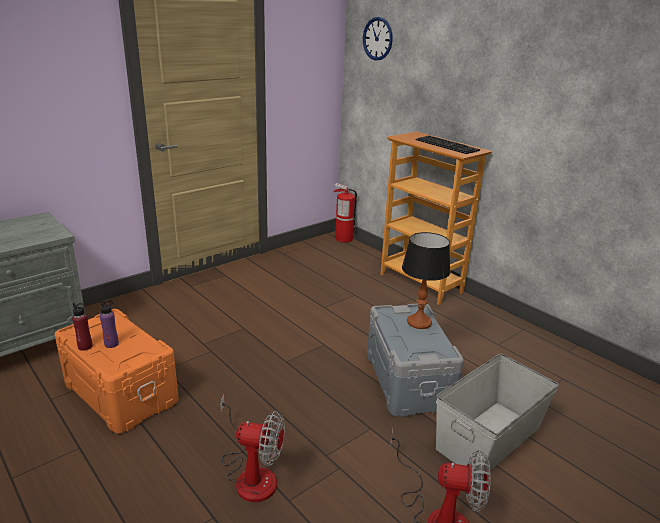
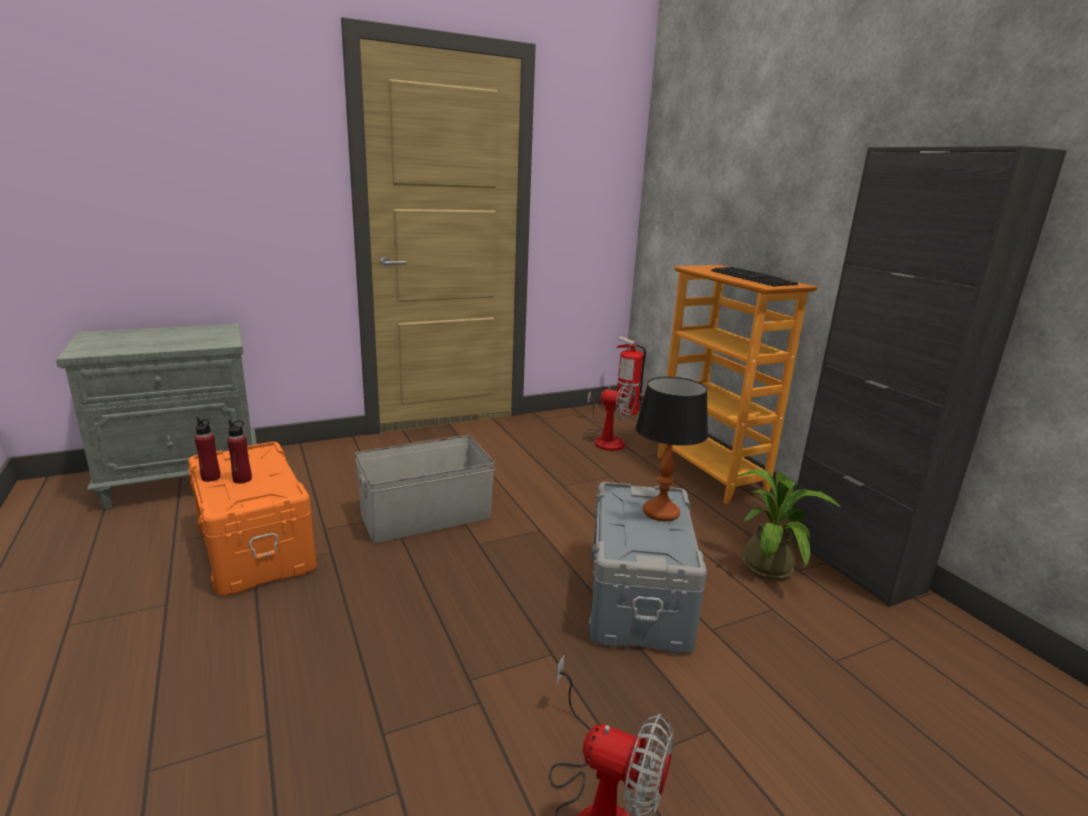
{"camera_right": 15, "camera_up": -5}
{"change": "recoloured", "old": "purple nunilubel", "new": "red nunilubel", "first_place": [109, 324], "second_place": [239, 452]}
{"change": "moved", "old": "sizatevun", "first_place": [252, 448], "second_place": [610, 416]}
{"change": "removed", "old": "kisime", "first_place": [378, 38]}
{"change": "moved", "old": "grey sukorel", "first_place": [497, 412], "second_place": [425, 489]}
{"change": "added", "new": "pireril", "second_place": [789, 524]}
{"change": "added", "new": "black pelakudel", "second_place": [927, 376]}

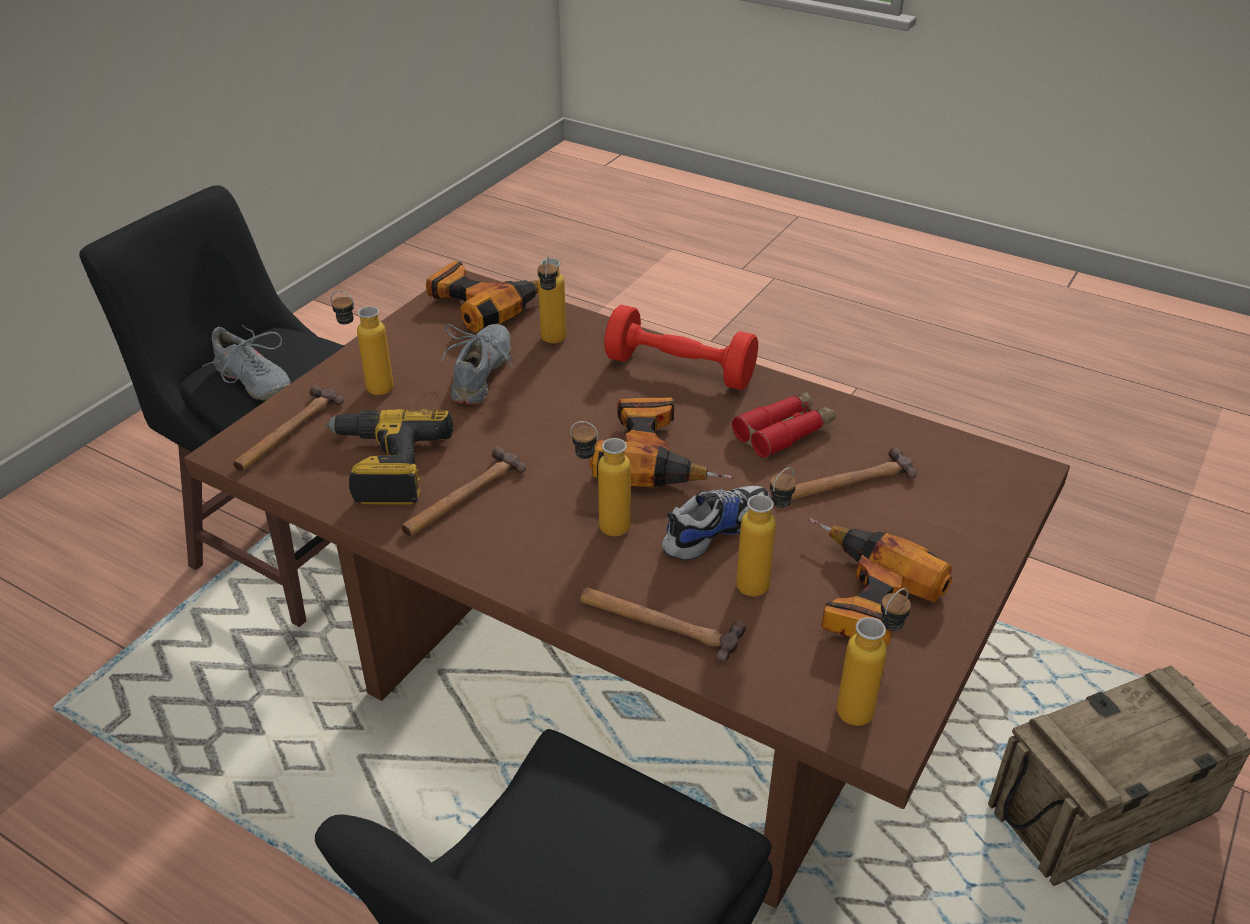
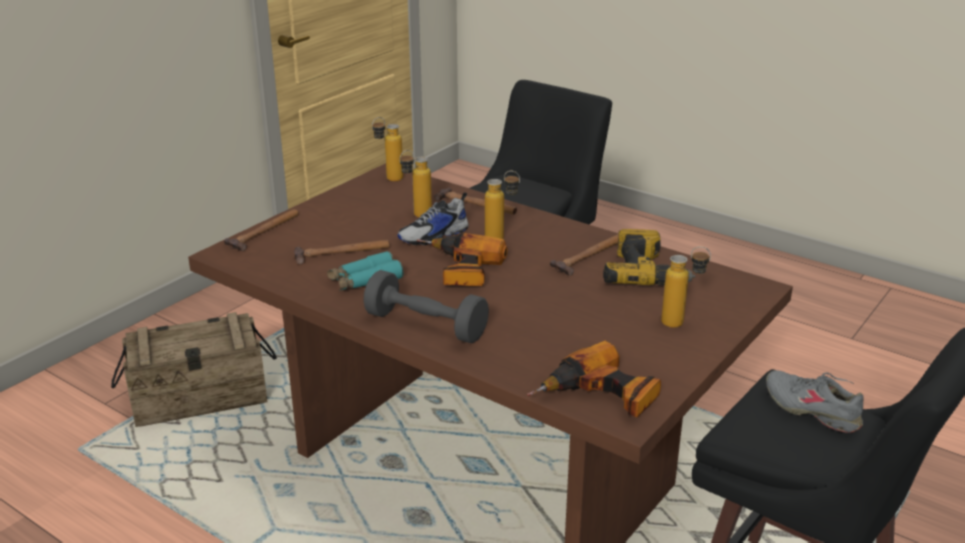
{"camera_right": -175, "camera_up": -10}
{"change": "moved", "old": "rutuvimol", "first_place": [288, 428], "second_place": [261, 230]}
{"change": "removed", "old": "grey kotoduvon", "first_place": [476, 364]}
{"change": "removed", "old": "nunilubel", "first_place": [552, 299]}
{"change": "recoloured", "old": "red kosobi", "new": "grey kosobi", "first_place": [681, 347], "second_place": [426, 306]}
{"change": "recoloured", "old": "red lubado", "new": "turquoise lubado", "first_place": [784, 425], "second_place": [365, 270]}
{"change": "removed", "old": "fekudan", "first_place": [880, 582]}

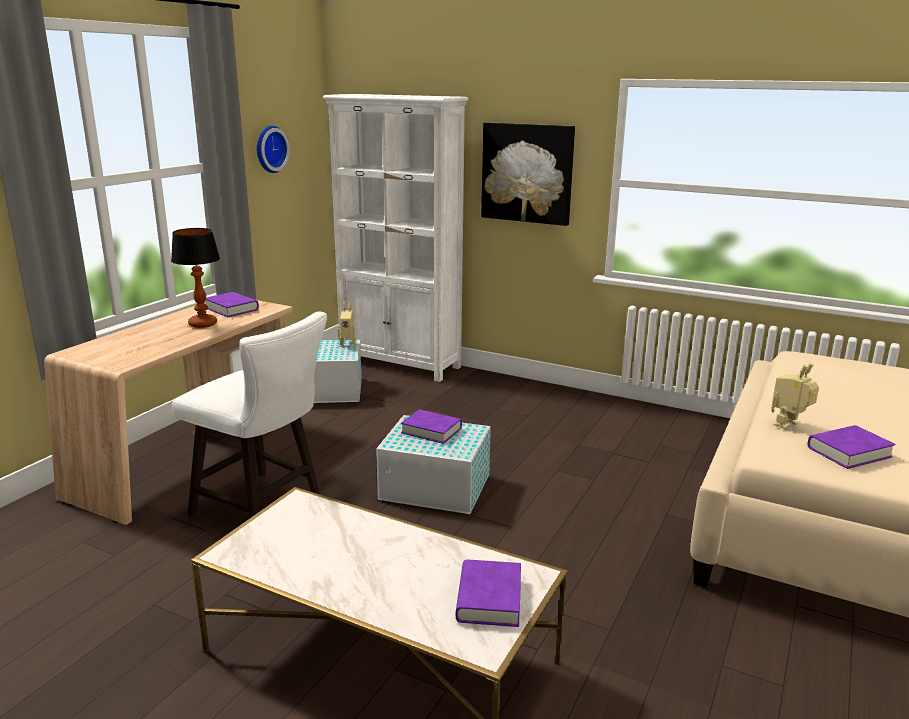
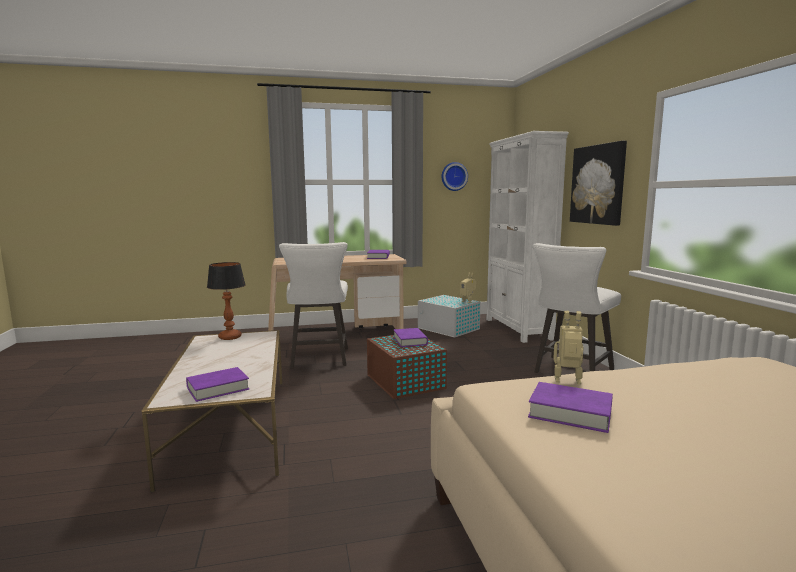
{"camera_right": 50, "camera_up": -10}
{"change": "moved", "old": "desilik", "first_place": [195, 278], "second_place": [226, 301]}
{"change": "recoloured", "old": "white sukorel", "new": "brown sukorel", "first_place": [433, 464], "second_place": [407, 367]}
{"change": "added", "new": "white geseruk", "second_place": [577, 308]}

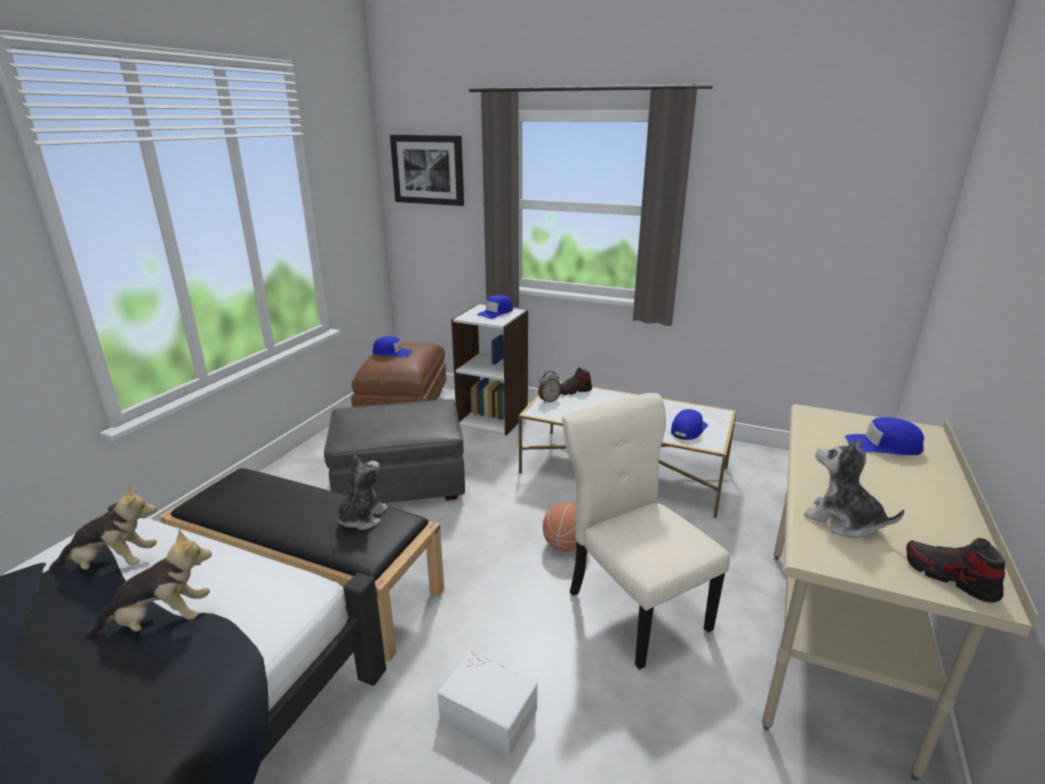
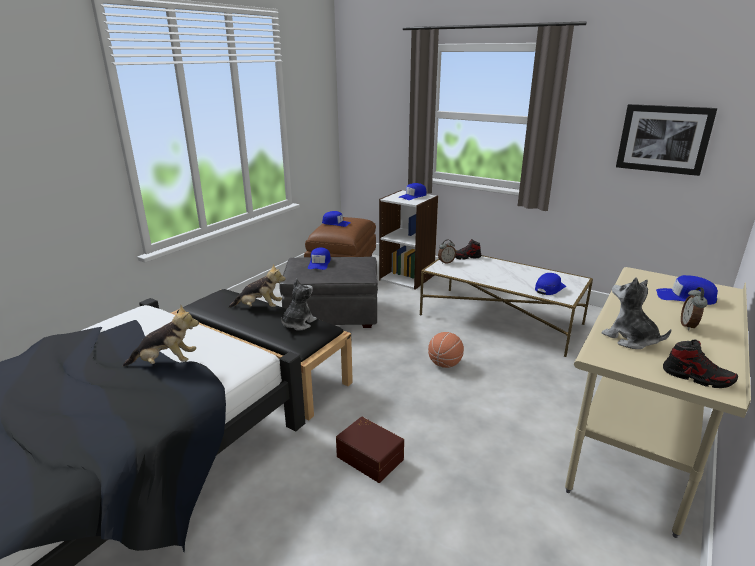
{"camera_right": 10, "camera_up": 0}
{"change": "moved", "old": "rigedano", "first_place": [103, 527], "second_place": [257, 286]}
{"change": "moved", "old": "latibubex", "first_place": [427, 170], "second_place": [667, 140]}
{"change": "recoloured", "old": "white sukorel", "new": "brown sukorel", "first_place": [487, 704], "second_place": [370, 449]}
{"change": "removed", "old": "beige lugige", "first_place": [646, 531]}
{"change": "turned", "old": "kotoduvon", "first_place": [955, 570], "second_place": [700, 364], "degrees": 150}
{"change": "added", "new": "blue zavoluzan", "second_place": [319, 259]}
{"change": "added", "new": "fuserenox", "second_place": [694, 308]}

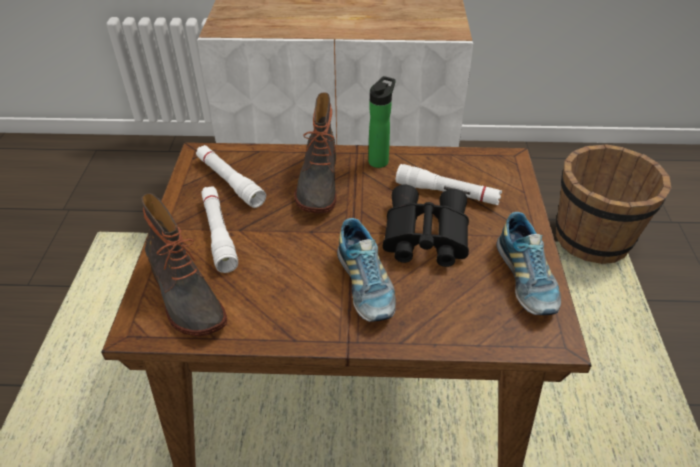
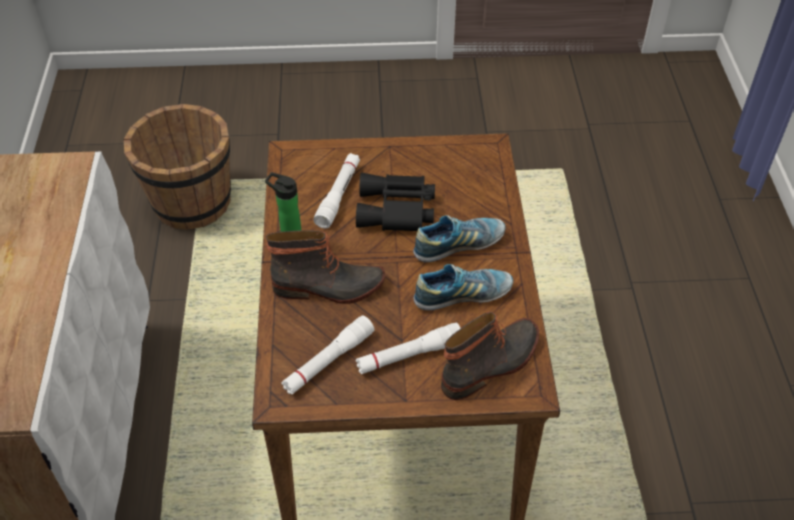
{"camera_right": -95, "camera_up": 5}
{"change": "moved", "old": "kotoduvon", "first_place": [529, 263], "second_place": [463, 287]}

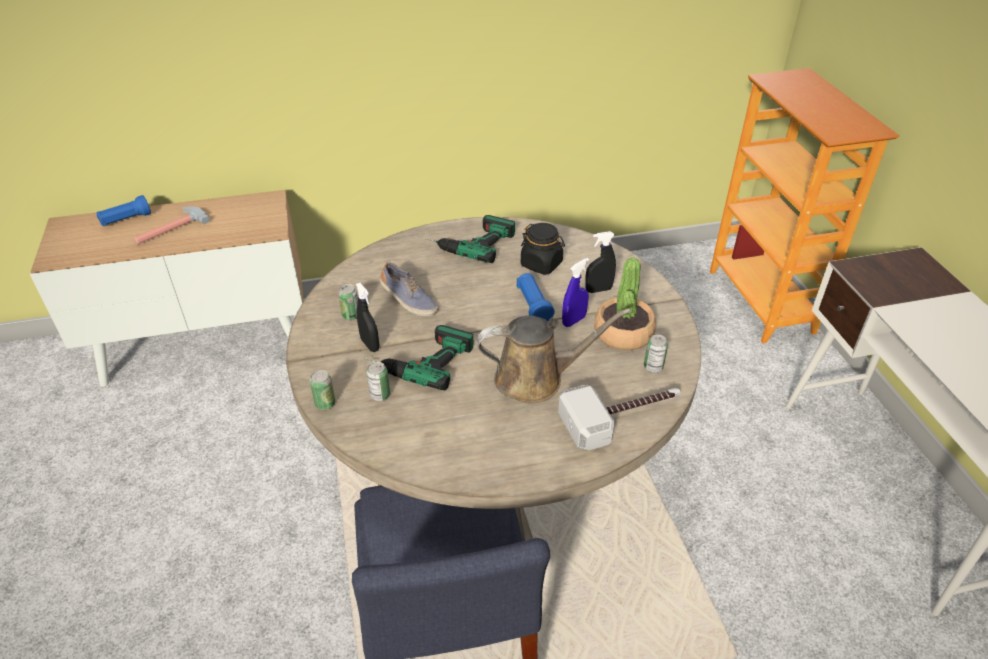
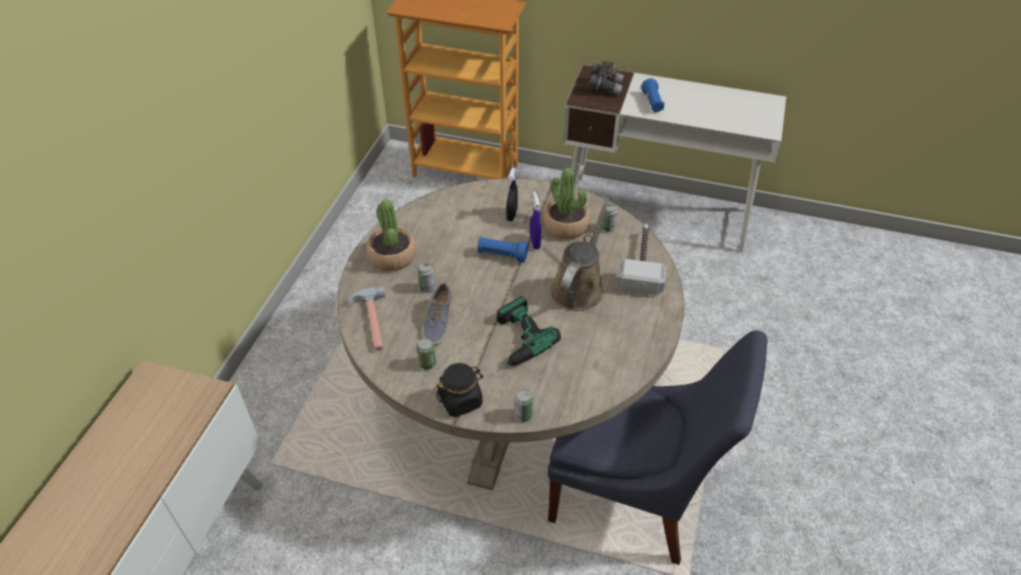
{"camera_right": -60, "camera_up": 5}
{"change": "moved", "old": "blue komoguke", "first_place": [124, 210], "second_place": [653, 95]}
{"change": "moved", "old": "rutuvimol", "first_place": [172, 225], "second_place": [366, 319]}
{"change": "removed", "old": "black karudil", "first_place": [367, 317]}
{"change": "moved", "old": "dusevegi", "first_place": [378, 381], "second_place": [426, 277]}
{"change": "turned", "old": "kotoduvon", "first_place": [409, 289], "second_place": [437, 314], "degrees": 120}
{"change": "replaced", "old": "fekudan", "new": "pireril", "first_place": [470, 239], "second_place": [392, 235]}
{"change": "moved", "old": "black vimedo", "first_place": [543, 249], "second_place": [460, 390]}
{"change": "added", "new": "grey lubado", "second_place": [606, 78]}

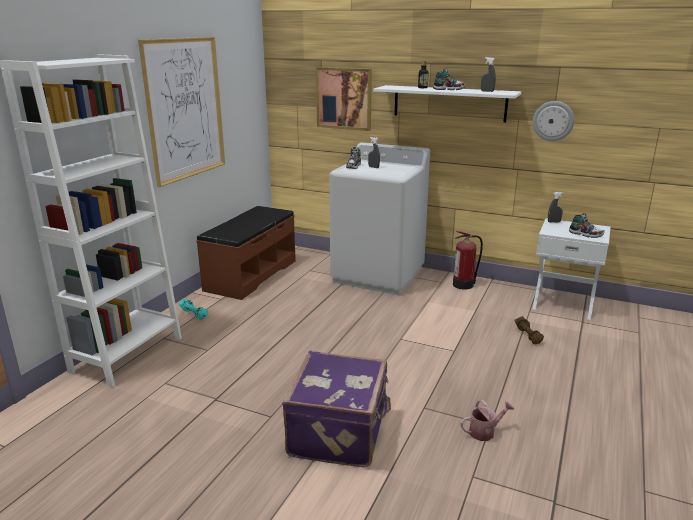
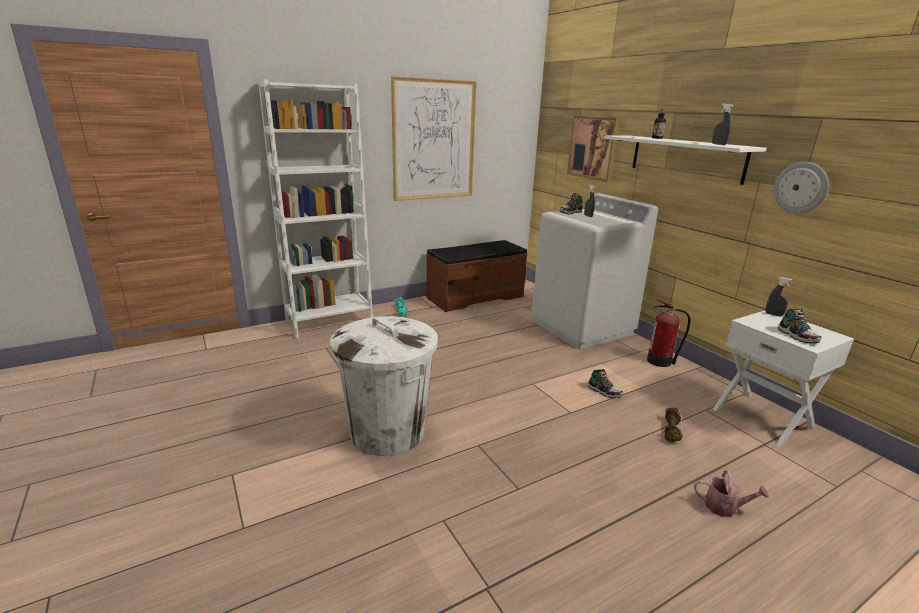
{"camera_right": 35, "camera_up": 0}
{"change": "replaced", "old": "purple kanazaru", "new": "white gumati", "first_place": [336, 409], "second_place": [384, 386]}
{"change": "moved", "old": "kotoduvon", "first_place": [449, 79], "second_place": [605, 383]}
{"change": "moved", "old": "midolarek", "first_place": [487, 420], "second_place": [731, 493]}

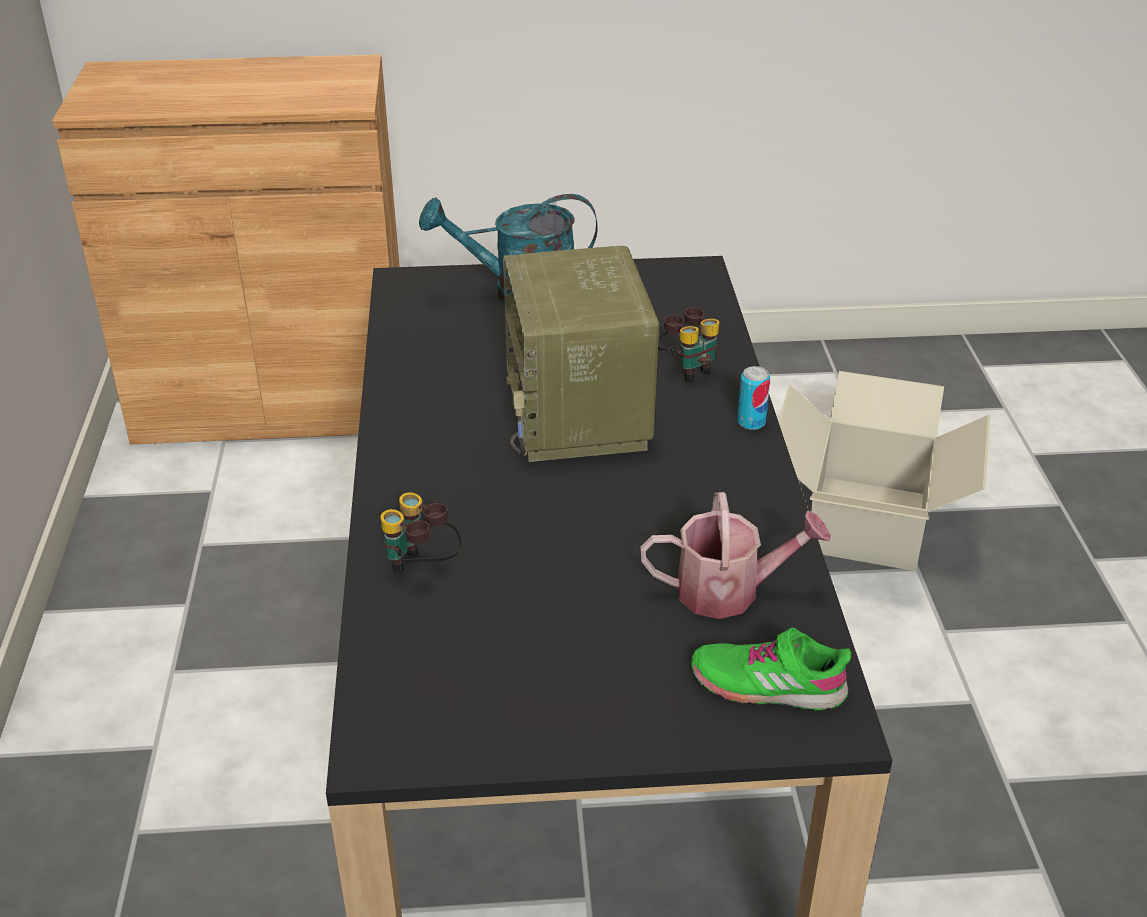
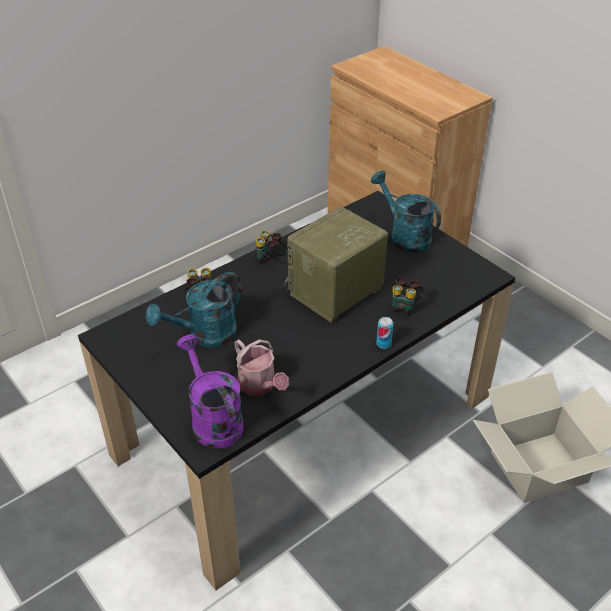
{"camera_right": 55, "camera_up": 5}
{"change": "replaced", "old": "green kotoduvon", "new": "purple midolarek", "first_place": [771, 669], "second_place": [210, 391]}
{"change": "added", "new": "turquoise midolarek", "second_place": [194, 309]}
{"change": "added", "new": "lubado", "second_place": [271, 247]}

